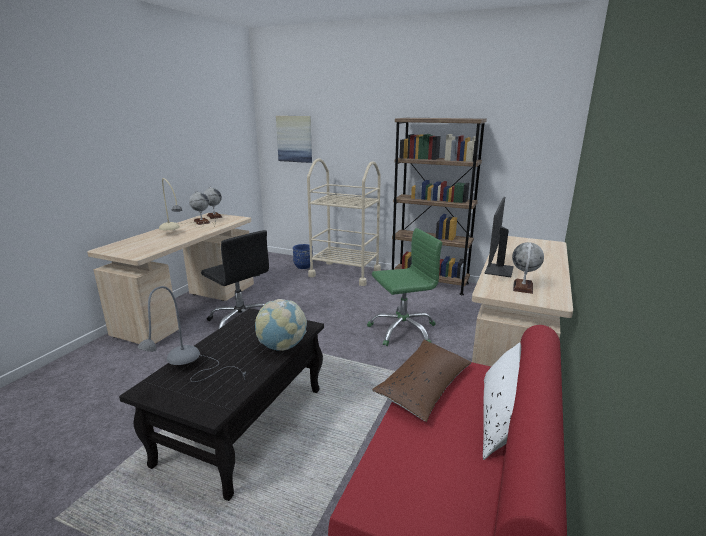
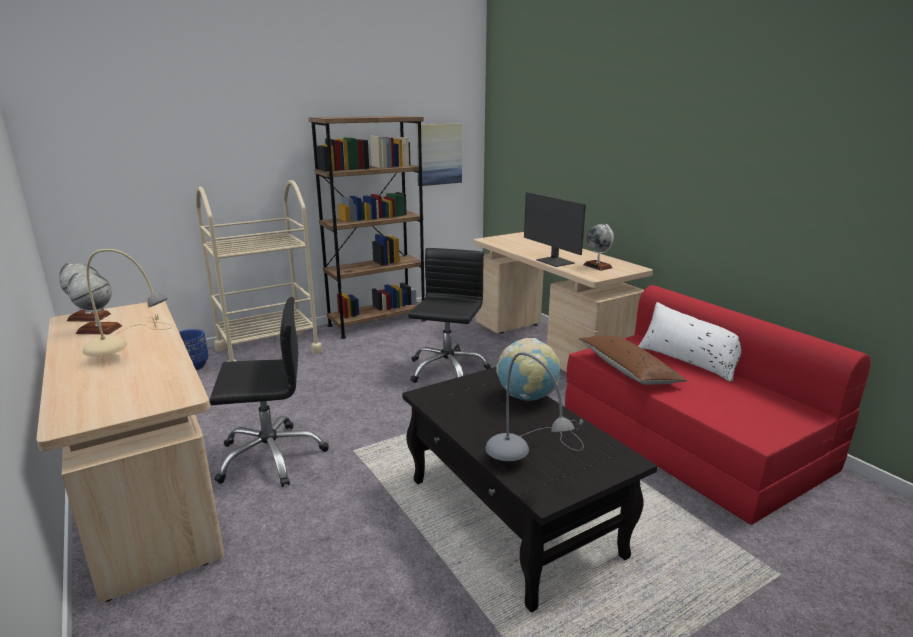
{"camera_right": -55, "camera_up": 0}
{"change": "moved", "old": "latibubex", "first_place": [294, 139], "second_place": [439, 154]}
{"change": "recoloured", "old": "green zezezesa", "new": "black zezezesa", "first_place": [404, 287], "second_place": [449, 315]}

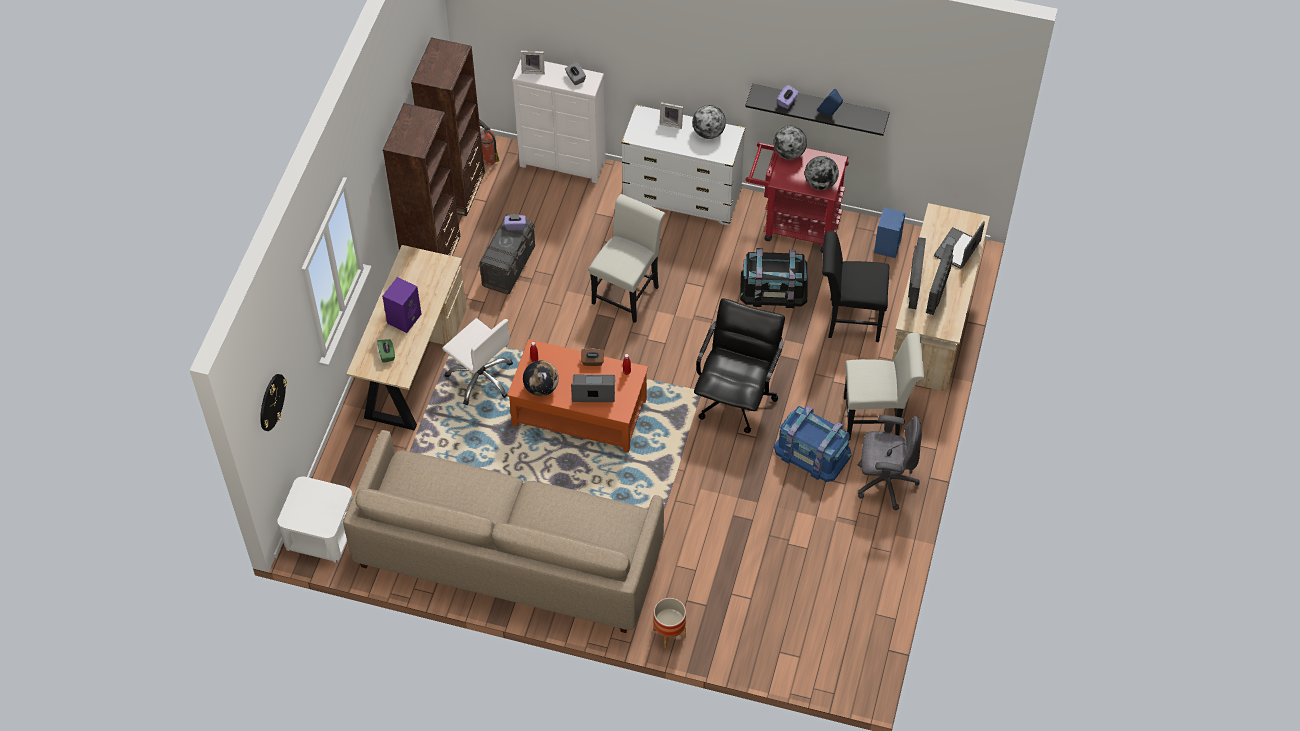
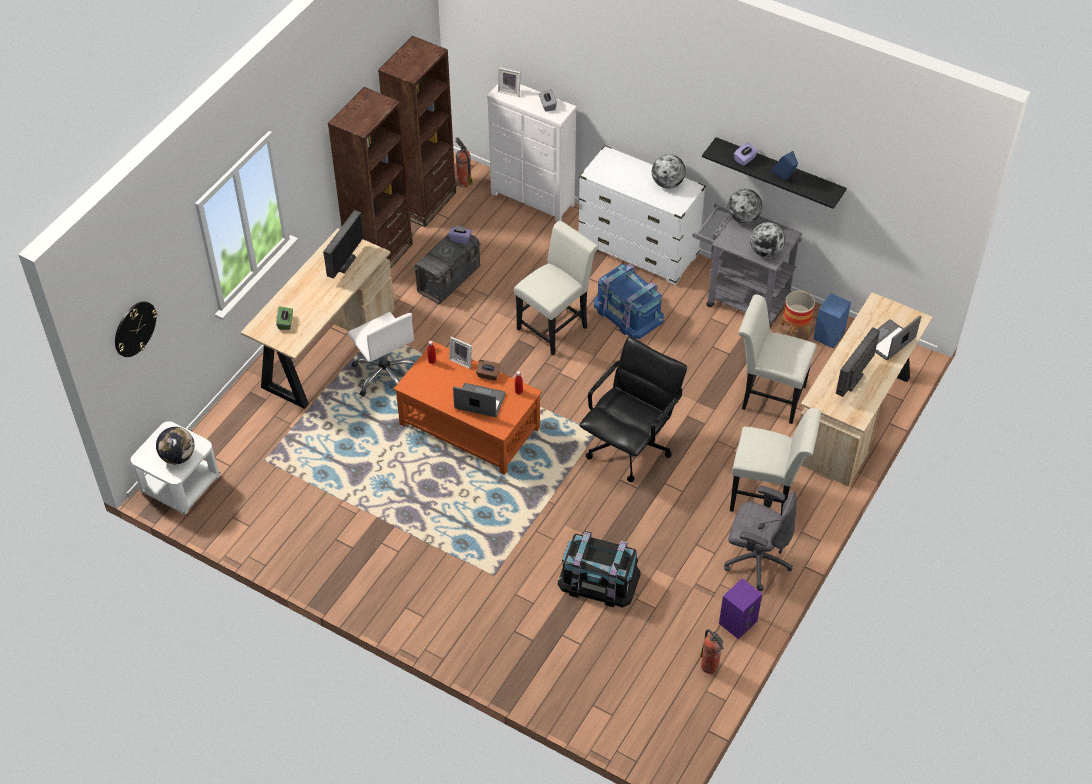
{"camera_right": 15, "camera_up": -5}
{"change": "removed", "old": "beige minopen", "first_place": [503, 531]}
{"change": "moved", "old": "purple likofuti", "first_place": [401, 305], "second_place": [740, 608]}
{"change": "moved", "old": "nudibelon", "first_place": [541, 378], "second_place": [175, 445]}
{"change": "moved", "old": "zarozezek", "first_place": [669, 623], "second_place": [798, 313]}
{"change": "moved", "old": "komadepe", "first_place": [671, 115], "second_place": [460, 353]}
{"change": "moved", "old": "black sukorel", "first_place": [773, 278], "second_place": [599, 569]}
{"change": "recoloured", "old": "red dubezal", "new": "grey dubezal", "first_place": [797, 197], "second_place": [747, 263]}
{"change": "moved", "old": "blue sukorel", "first_place": [813, 444], "second_place": [629, 301]}
{"change": "recoloured", "old": "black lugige", "new": "white lugige", "first_place": [855, 286], "second_place": [777, 359]}
{"change": "moved", "old": "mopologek", "first_place": [917, 273], "second_place": [343, 244]}
{"change": "added", "new": "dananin", "second_place": [712, 651]}

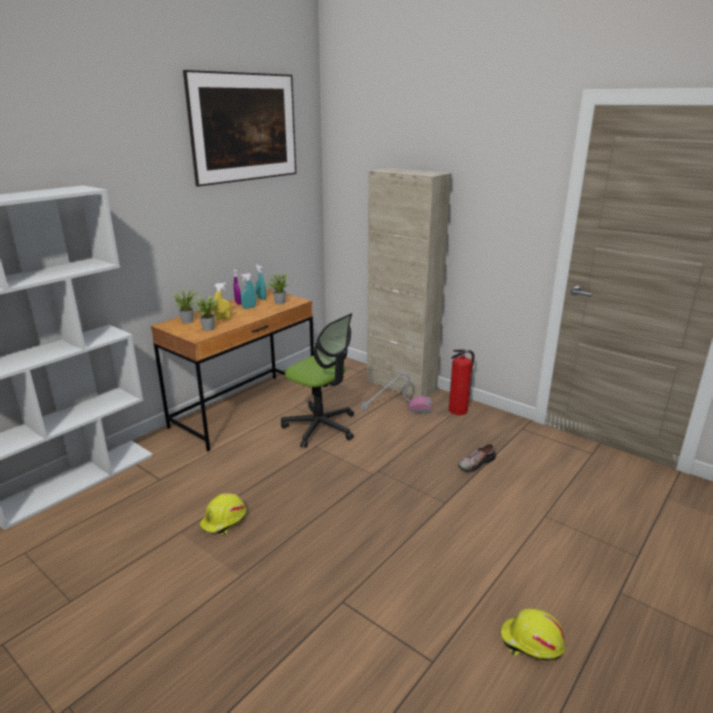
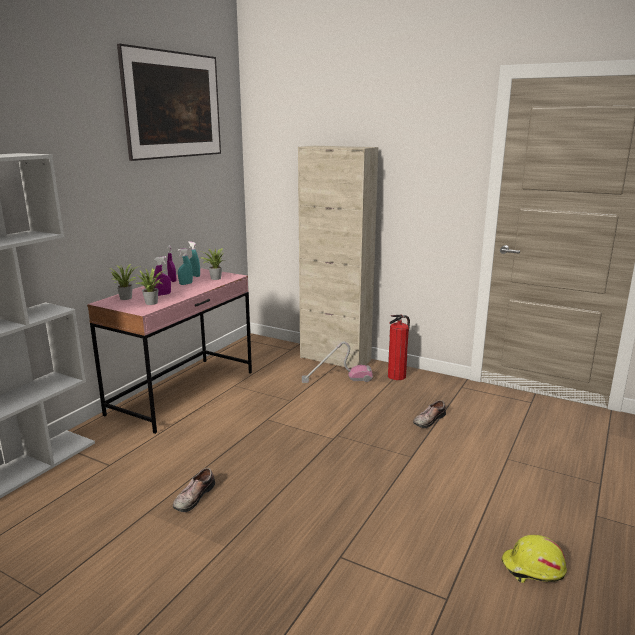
{"camera_right": -10, "camera_up": -5}
{"change": "recoloured", "old": "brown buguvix", "new": "pink buguvix", "first_place": [232, 370], "second_place": [169, 351]}
{"change": "replaced", "old": "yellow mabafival", "new": "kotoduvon", "first_place": [223, 514], "second_place": [194, 490]}
{"change": "recoloured", "old": "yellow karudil", "new": "purple karudil", "first_place": [222, 301], "second_place": [162, 276]}
{"change": "removed", "old": "zezezesa", "first_place": [317, 380]}

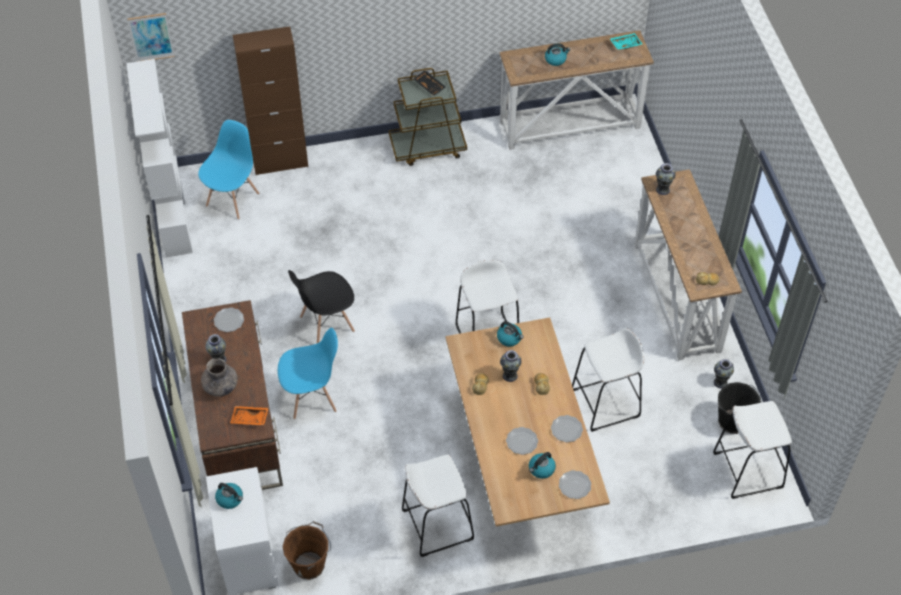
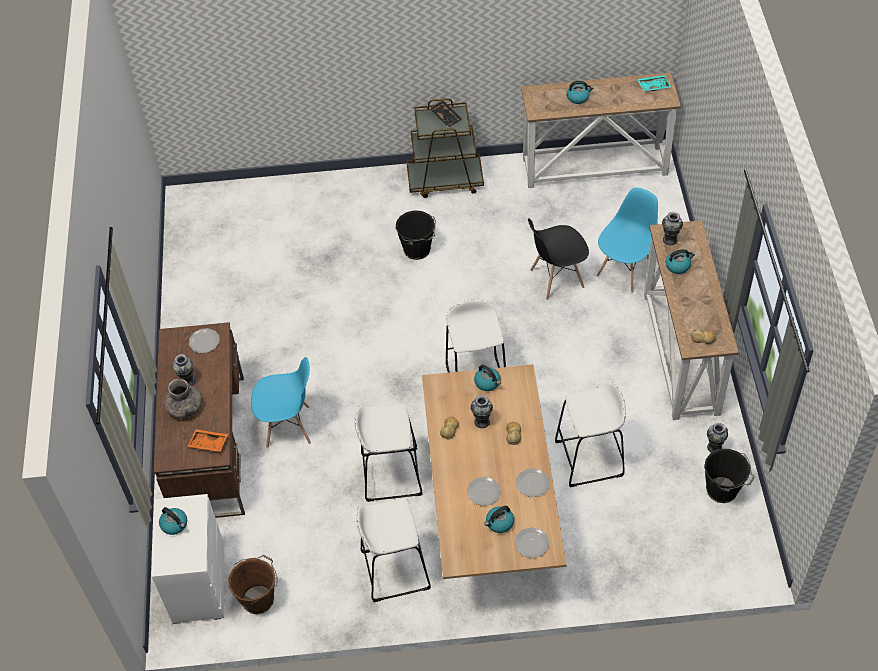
{"camera_right": 10, "camera_up": 0}
{"change": "removed", "old": "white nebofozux", "first_place": [159, 158]}
{"change": "removed", "old": "latibubex", "first_place": [151, 37]}
{"change": "moved", "old": "blue lugige", "first_place": [228, 170], "second_place": [627, 240]}
{"change": "removed", "old": "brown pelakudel", "first_place": [270, 100]}
{"change": "moved", "old": "black lugige", "first_place": [321, 306], "second_place": [558, 259]}
{"change": "moved", "old": "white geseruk", "first_place": [752, 450], "second_place": [388, 453]}
{"change": "added", "new": "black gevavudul", "second_place": [416, 235]}
{"change": "added", "new": "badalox", "second_place": [680, 261]}

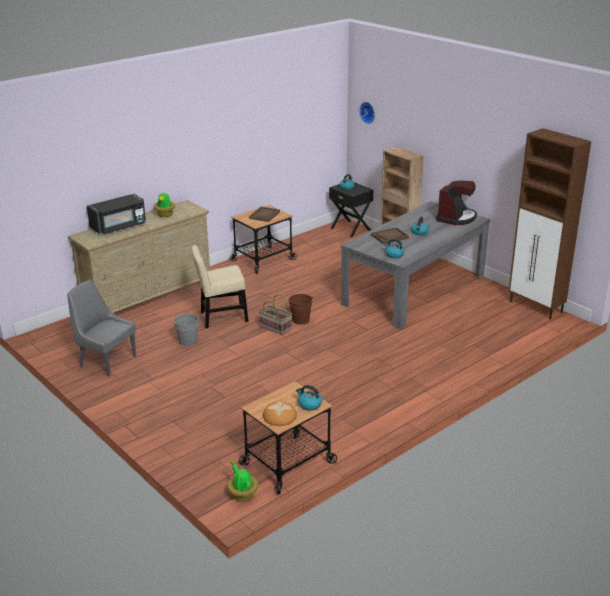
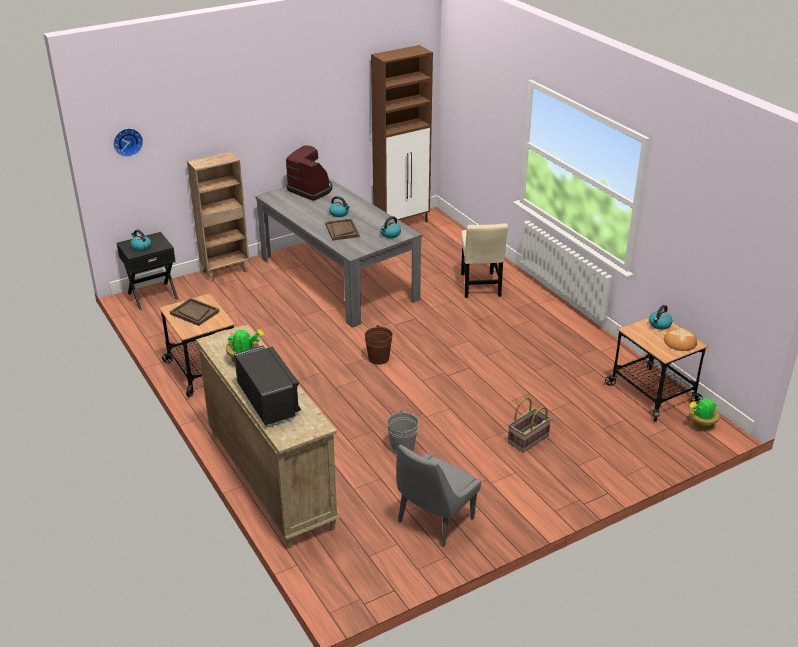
{"camera_right": -80, "camera_up": 5}
{"change": "moved", "old": "beige lugige", "first_place": [220, 286], "second_place": [484, 260]}
{"change": "moved", "old": "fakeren", "first_place": [275, 314], "second_place": [529, 425]}

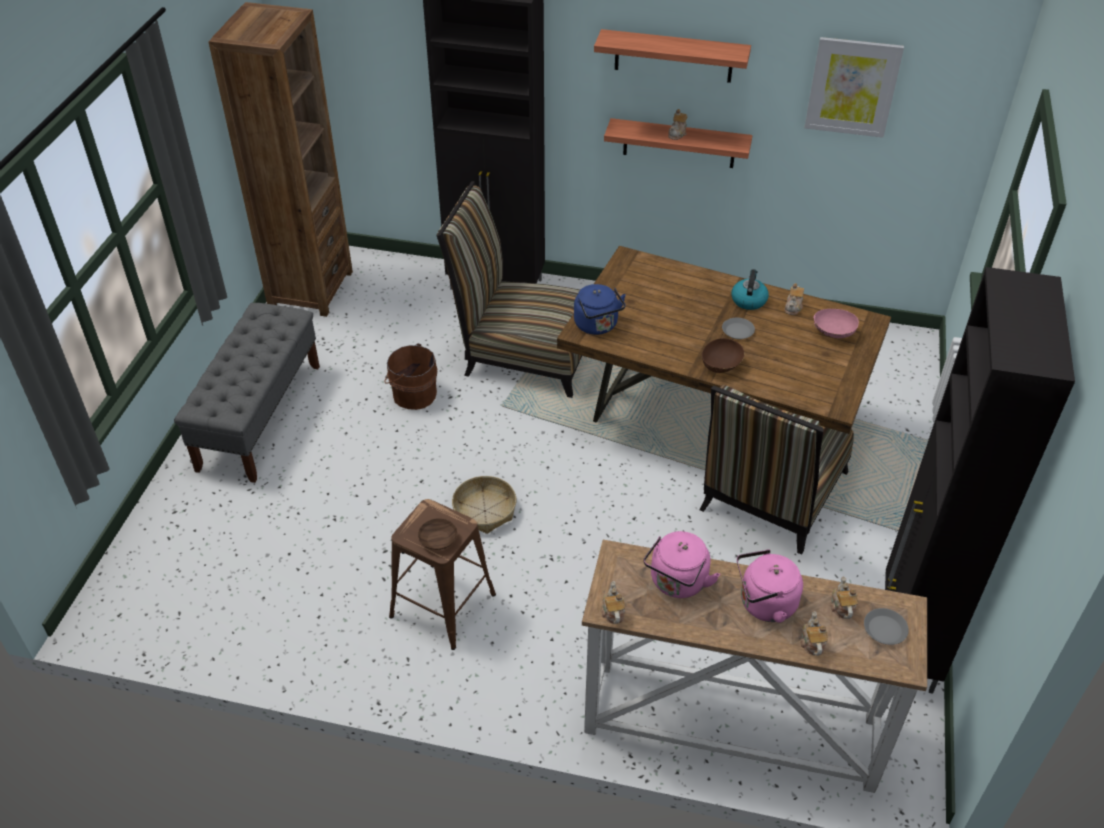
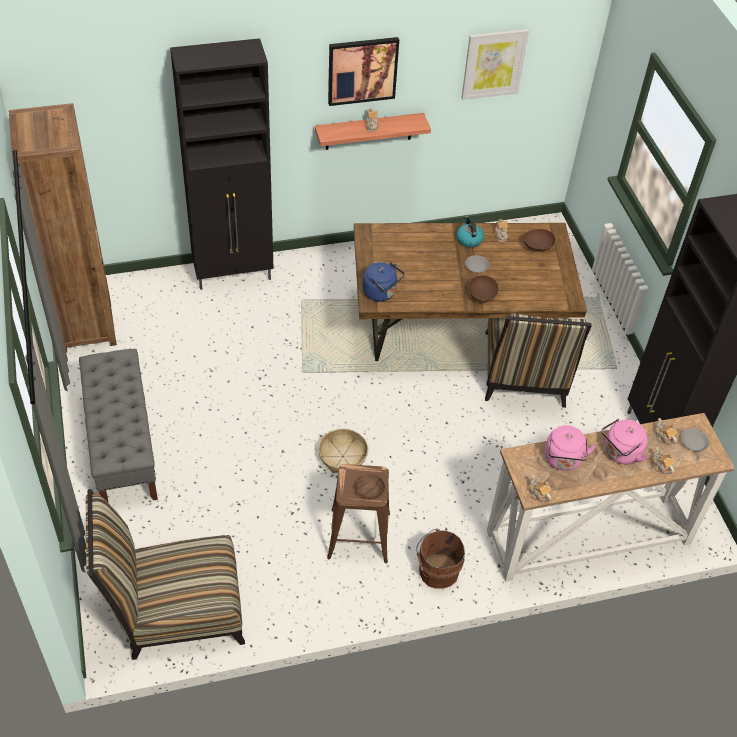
{"camera_right": -30, "camera_up": 5}
{"change": "moved", "old": "brown gevavudul", "first_place": [410, 376], "second_place": [440, 559]}
{"change": "moved", "old": "lugige", "first_place": [509, 289], "second_place": [165, 574]}
{"change": "replaced", "old": "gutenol", "new": "latibubex", "first_place": [672, 56], "second_place": [363, 71]}
{"change": "recoloured", "old": "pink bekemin", "new": "brown bekemin", "first_place": [836, 323], "second_place": [539, 240]}

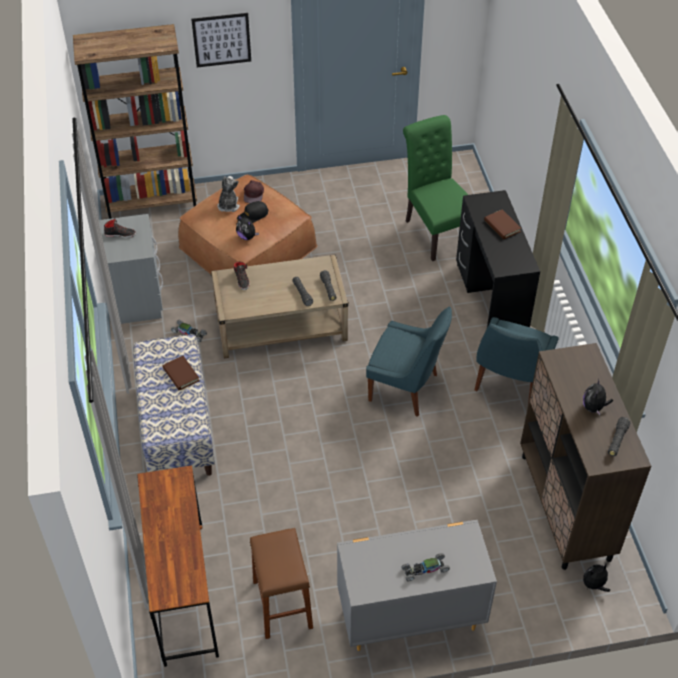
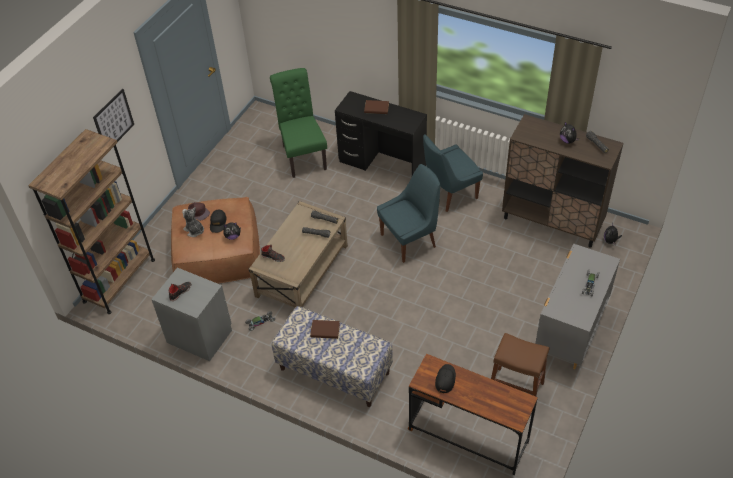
{"camera_right": -50, "camera_up": 0}
{"change": "turned", "old": "green lugige", "first_place": [435, 188], "second_place": [298, 123], "degrees": 60}
{"change": "turned", "old": "blue lugige", "first_place": [517, 360], "second_place": [453, 173], "degrees": 90}
{"change": "added", "new": "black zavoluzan", "second_place": [445, 378]}

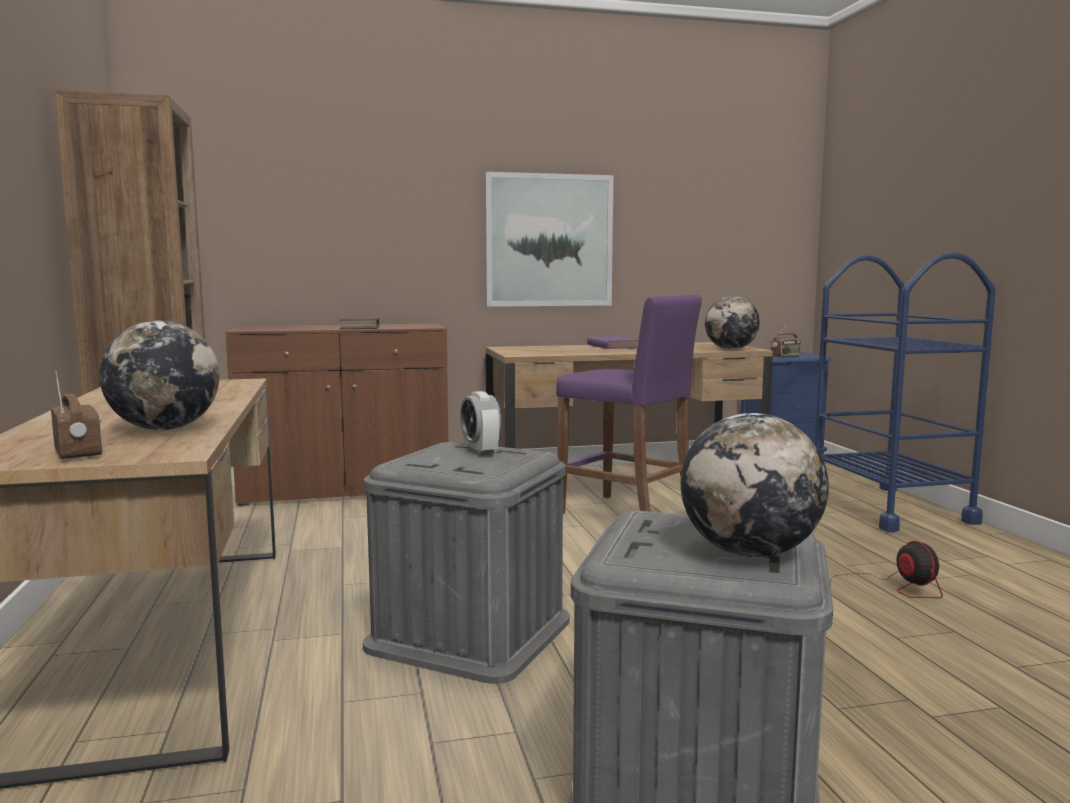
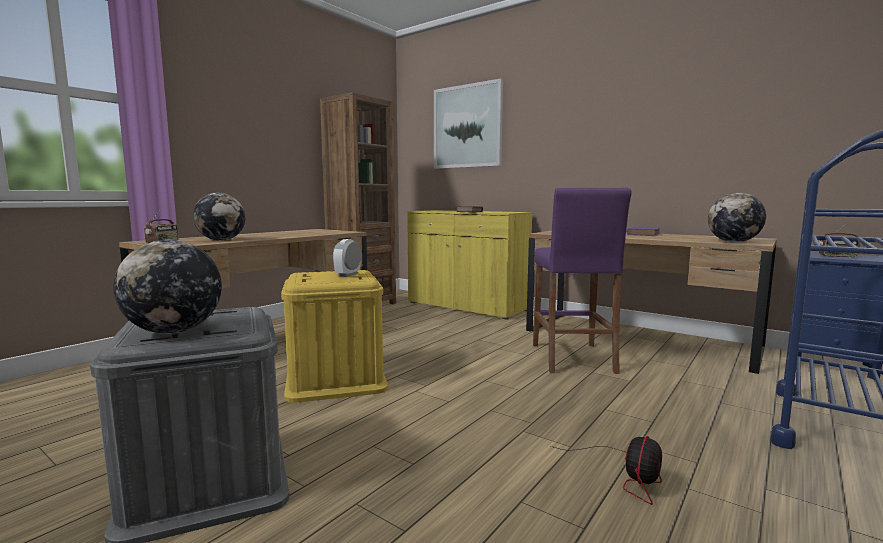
{"camera_right": 50, "camera_up": 0}
{"change": "recoloured", "old": "brown pelakudel", "new": "yellow pelakudel", "first_place": [336, 414], "second_place": [469, 265]}
{"change": "recoloured", "old": "grey sukorel", "new": "yellow sukorel", "first_place": [466, 563], "second_place": [334, 336]}
{"change": "moved", "old": "latibubex", "first_place": [549, 239], "second_place": [468, 124]}

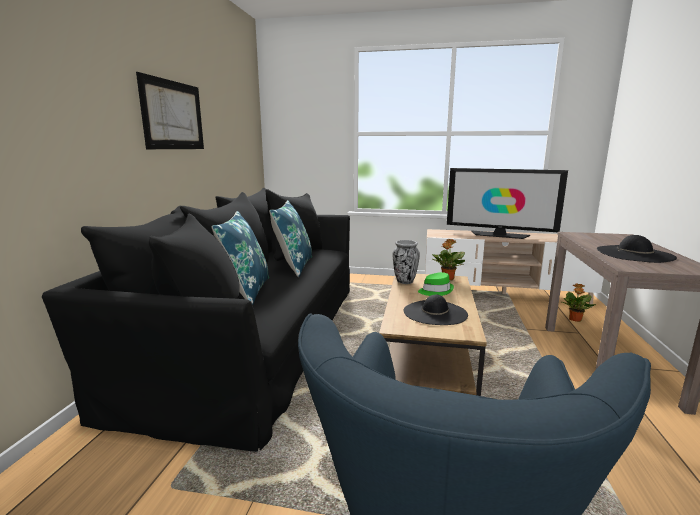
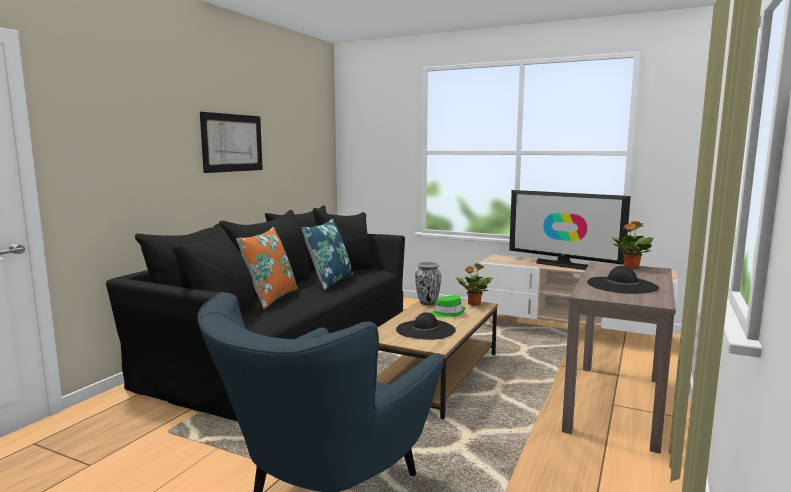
{"camera_right": 15, "camera_up": -5}
{"change": "recoloured", "old": "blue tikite", "new": "orange tikite", "first_place": [240, 258], "second_place": [267, 268]}
{"change": "moved", "old": "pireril", "first_place": [579, 302], "second_place": [633, 245]}

